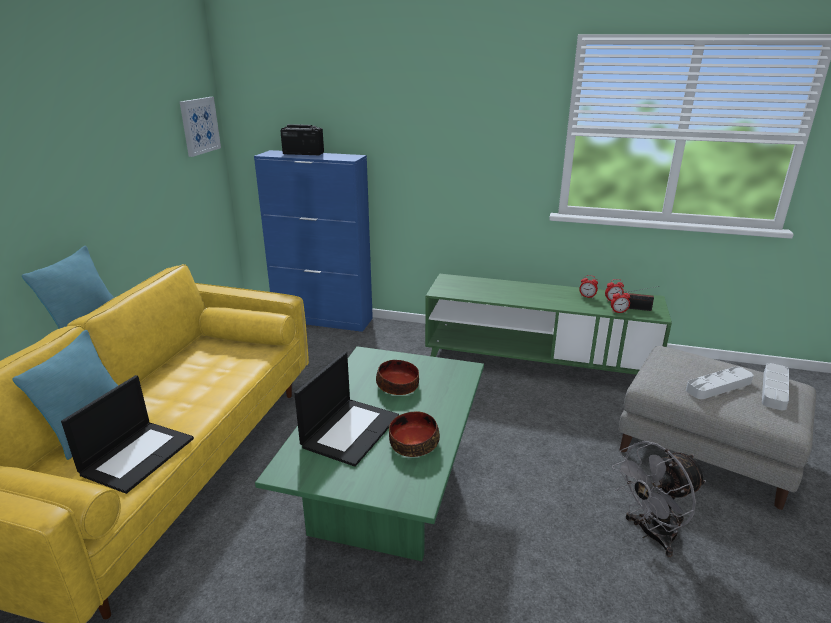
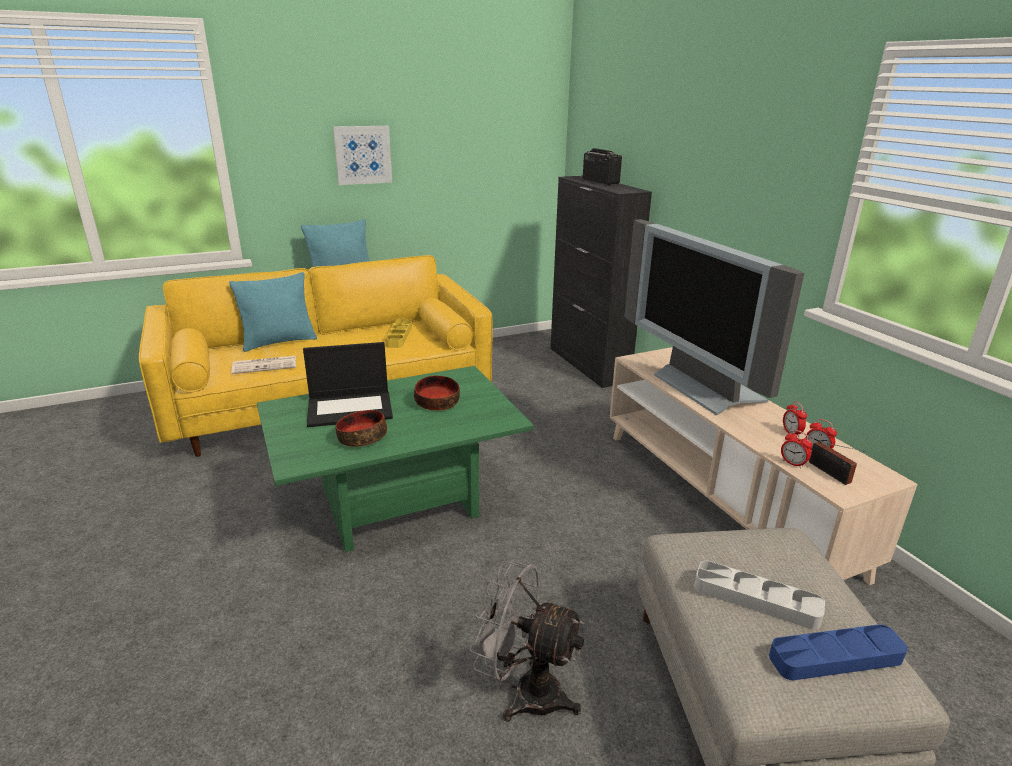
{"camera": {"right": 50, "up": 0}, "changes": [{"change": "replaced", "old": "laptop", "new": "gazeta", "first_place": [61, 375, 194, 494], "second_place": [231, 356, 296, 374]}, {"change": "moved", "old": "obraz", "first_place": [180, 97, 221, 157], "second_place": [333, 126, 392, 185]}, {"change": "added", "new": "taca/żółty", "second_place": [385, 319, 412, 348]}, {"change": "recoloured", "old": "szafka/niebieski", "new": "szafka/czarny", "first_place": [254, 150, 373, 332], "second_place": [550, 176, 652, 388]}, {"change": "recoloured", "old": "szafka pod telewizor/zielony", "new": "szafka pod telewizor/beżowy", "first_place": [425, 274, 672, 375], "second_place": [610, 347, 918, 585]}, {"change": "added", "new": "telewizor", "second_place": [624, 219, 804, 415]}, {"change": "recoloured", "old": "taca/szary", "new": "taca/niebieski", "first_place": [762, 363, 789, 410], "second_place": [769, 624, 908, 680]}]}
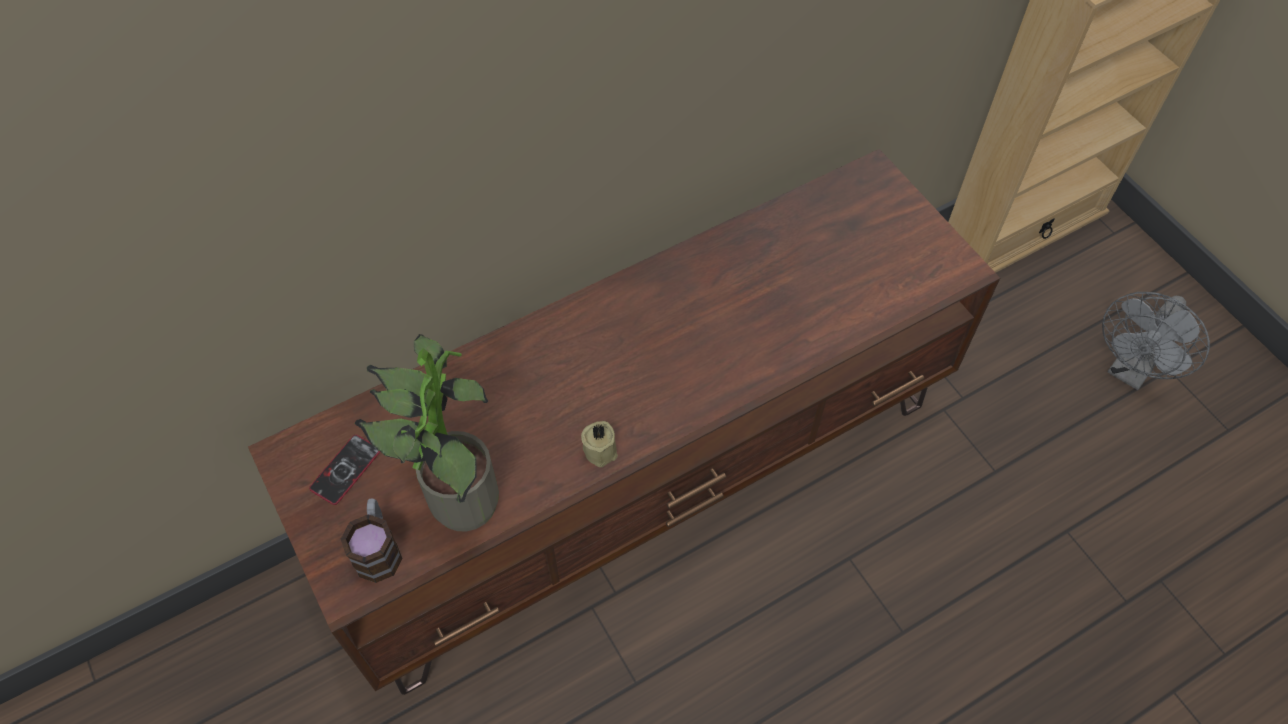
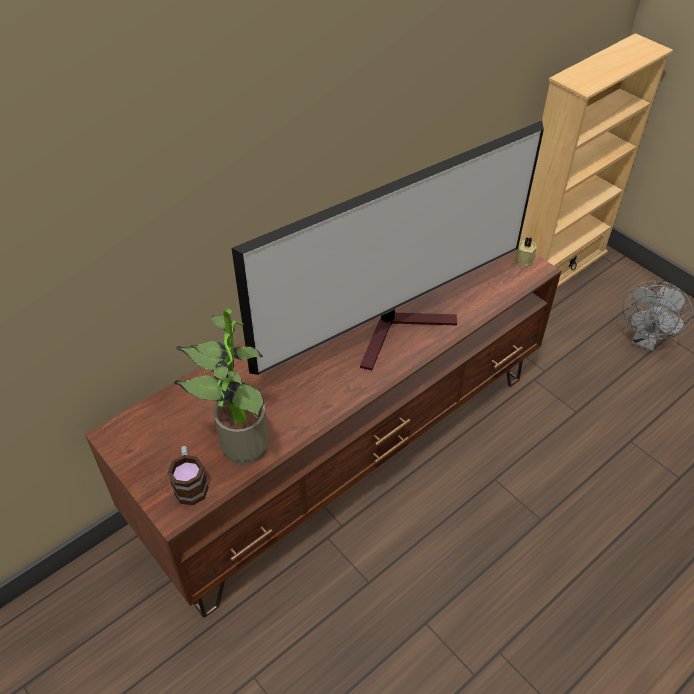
{"camera": {"right": -10, "up": -10}, "changes": [{"change": "added", "new": "telewizor", "second_place": [231, 121, 544, 375]}, {"change": "moved", "old": "świeca/beżowy", "first_place": [581, 421, 618, 467], "second_place": [514, 237, 537, 267]}, {"change": "removed", "old": "telefon", "first_place": [309, 435, 380, 505]}]}
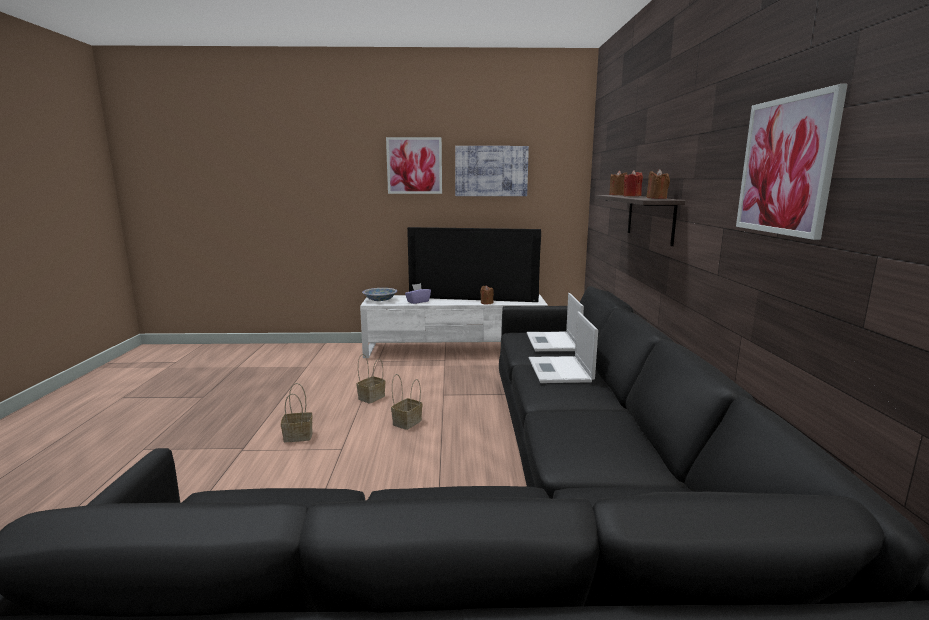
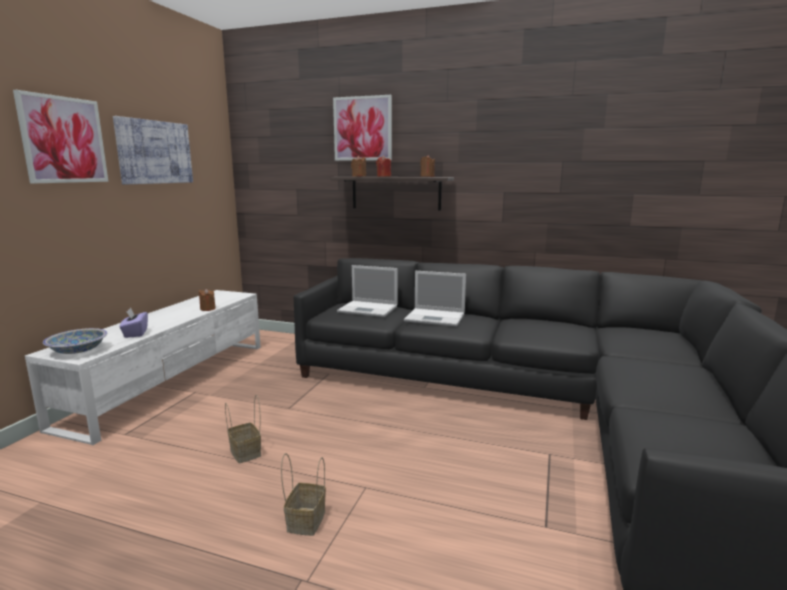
{"camera": {"right": -70, "up": 0}, "changes": [{"change": "moved", "old": "obraz", "first_place": [736, 84, 848, 240], "second_place": [333, 95, 392, 161]}, {"change": "removed", "old": "koszyk", "first_place": [391, 374, 422, 430]}, {"change": "removed", "old": "telewizor", "first_place": [407, 227, 541, 302]}]}
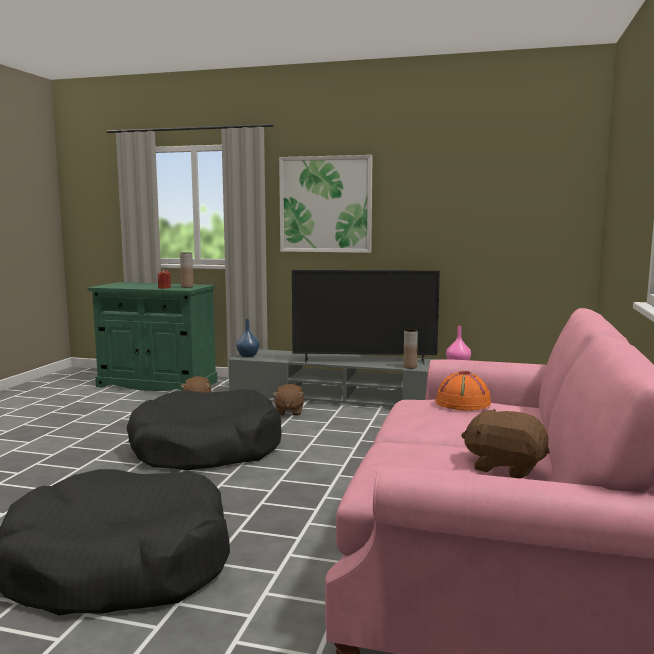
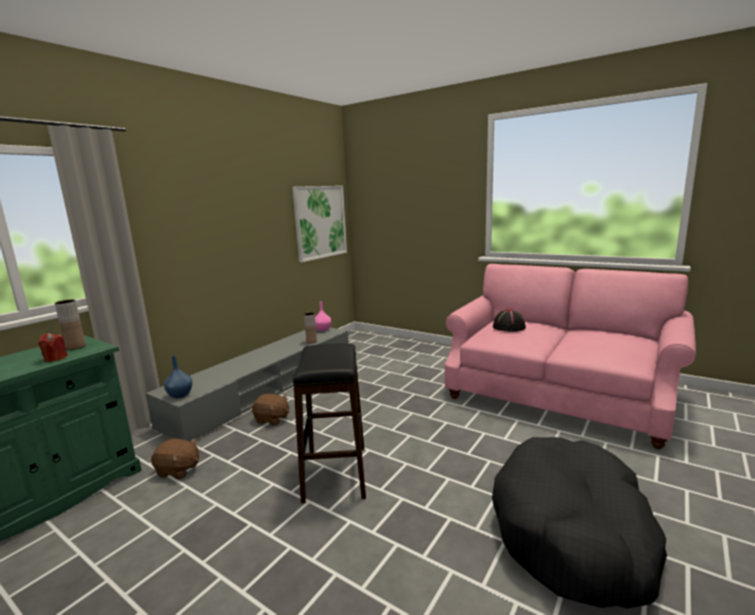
{"camera": {"right": -70, "up": 5}, "changes": [{"change": "moved", "old": "obraz", "first_place": [279, 155, 373, 253], "second_place": [292, 186, 347, 262]}, {"change": "replaced", "old": "legowisko/czarny", "new": "stołek/czarny", "first_place": [126, 389, 282, 470], "second_place": [293, 343, 366, 503]}, {"change": "recoloured", "old": "kapelusz/pomarańczowy", "new": "kapelusz/czarny", "first_place": [435, 371, 491, 411], "second_place": [493, 309, 526, 332]}, {"change": "removed", "old": "telewizor", "first_place": [292, 270, 440, 364]}, {"change": "removed", "old": "pluszak/brązowy", "first_place": [461, 409, 550, 479]}]}
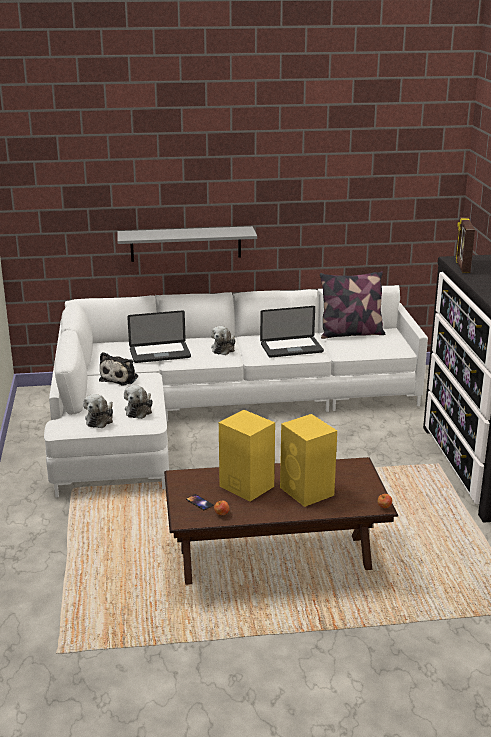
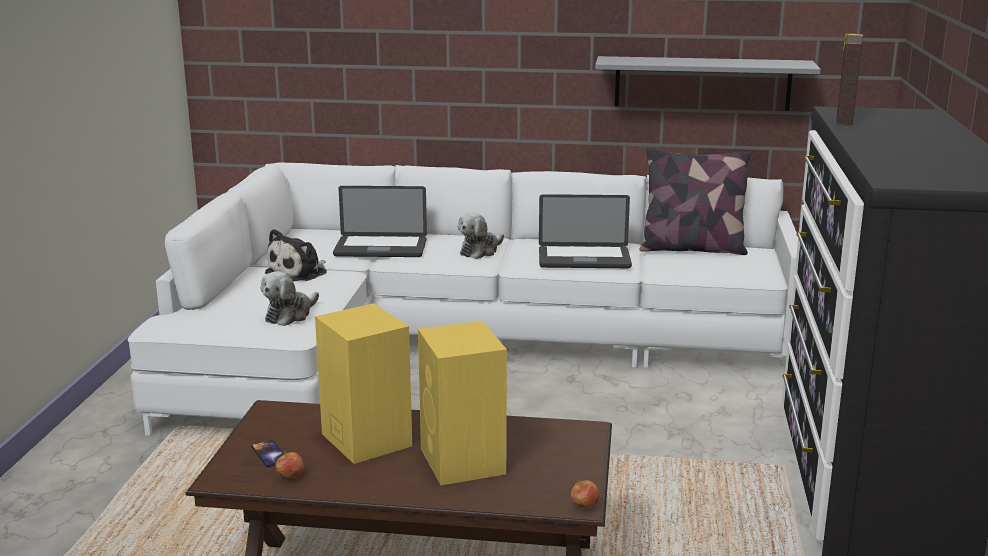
{"camera": {"right": 15, "up": -5}, "changes": [{"change": "moved", "old": "półka/szary", "first_place": [117, 226, 257, 262], "second_place": [595, 56, 821, 111]}, {"change": "removed", "old": "pluszak", "first_place": [83, 394, 113, 428]}]}
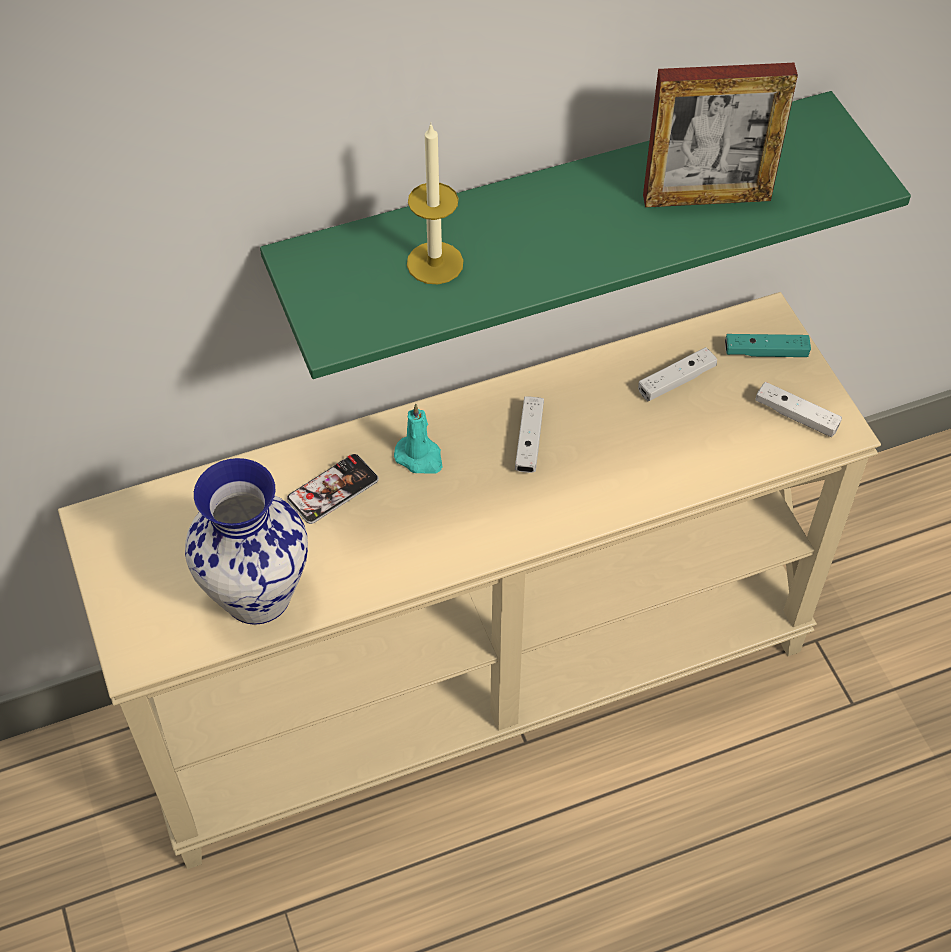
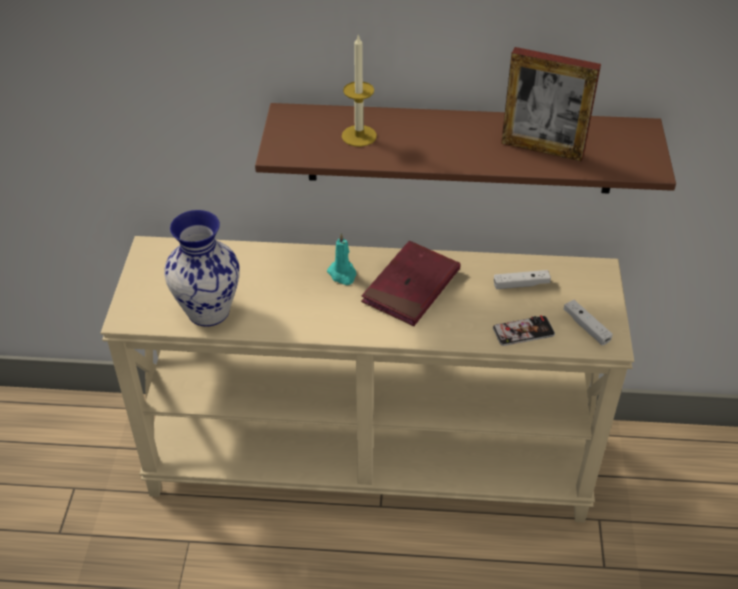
{"camera": {"right": 25, "up": -10}, "changes": [{"change": "recoloured", "old": "półka/zielony", "new": "półka/brązowy", "first_place": [260, 91, 911, 379], "second_place": [255, 103, 676, 194]}, {"change": "replaced", "old": "pad do gier/biały", "new": "książka/czerwony", "first_place": [515, 396, 544, 473], "second_place": [361, 241, 461, 326]}, {"change": "moved", "old": "telefon", "first_place": [287, 454, 379, 524], "second_place": [493, 315, 555, 346]}, {"change": "removed", "old": "pad do gier/turkusowy", "first_place": [725, 334, 811, 357]}]}
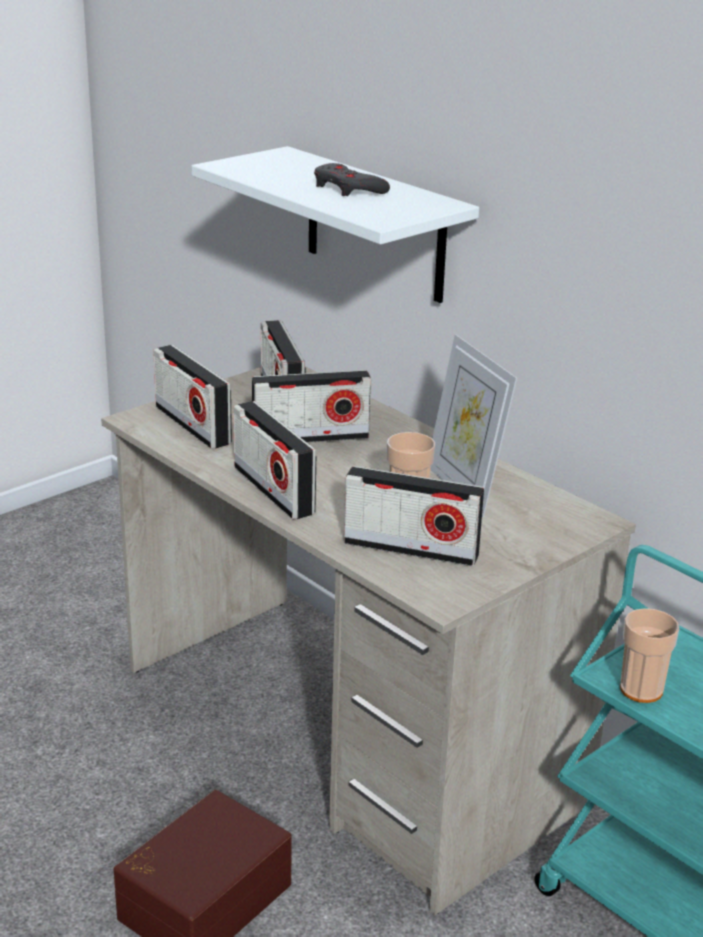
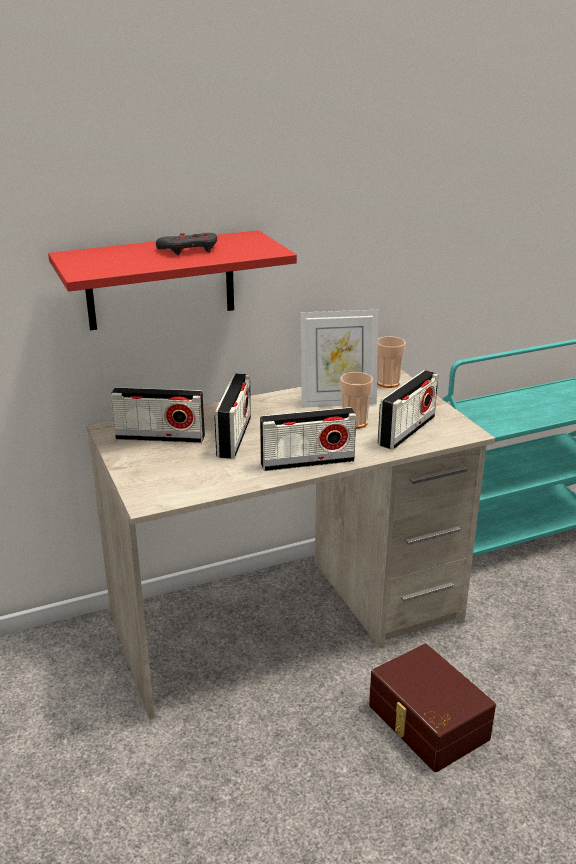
{"camera": {"right": -70, "up": 0}, "changes": [{"change": "recoloured", "old": "półka/biały", "new": "półka/czerwony", "first_place": [191, 146, 479, 303], "second_place": [48, 230, 297, 330]}, {"change": "moved", "old": "filiżanka", "first_place": [620, 608, 679, 703], "second_place": [377, 336, 406, 388]}, {"change": "removed", "old": "radio", "first_place": [153, 345, 232, 449]}]}
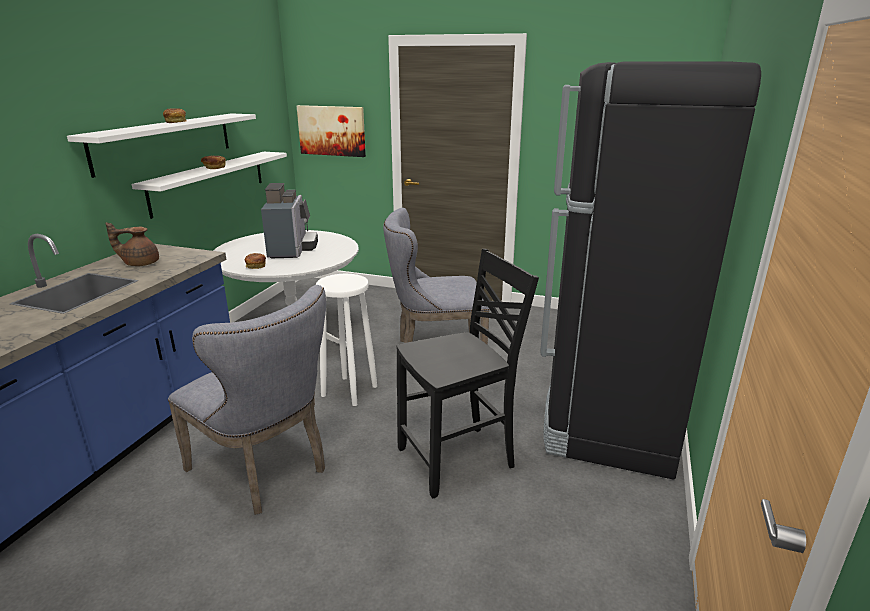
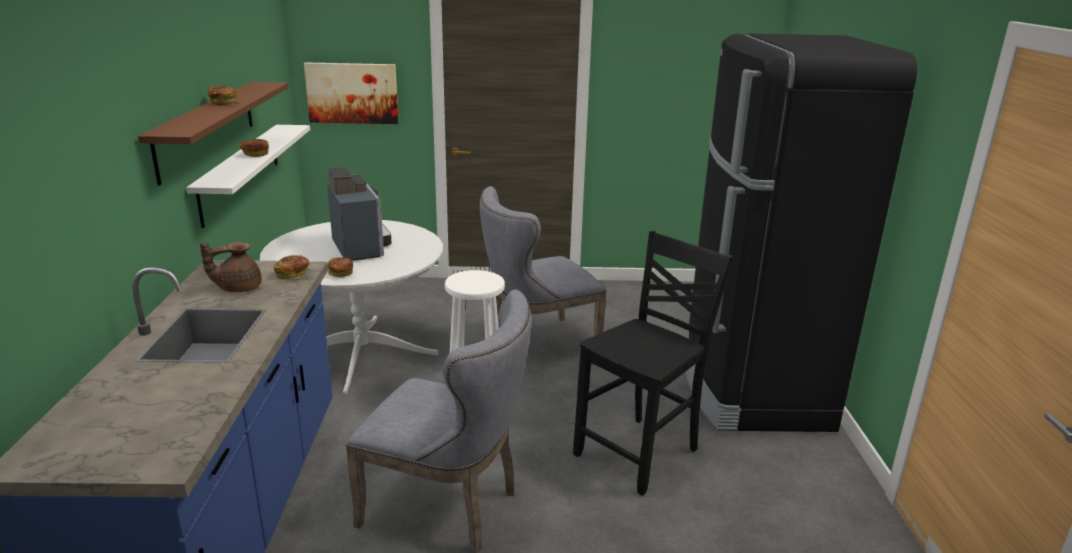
{"camera": {"right": -20, "up": 0}, "changes": [{"change": "recoloured", "old": "półka/biały", "new": "półka/brązowy", "first_place": [67, 113, 256, 178], "second_place": [138, 82, 289, 186]}, {"change": "added", "new": "chleb", "second_place": [274, 255, 309, 279]}]}
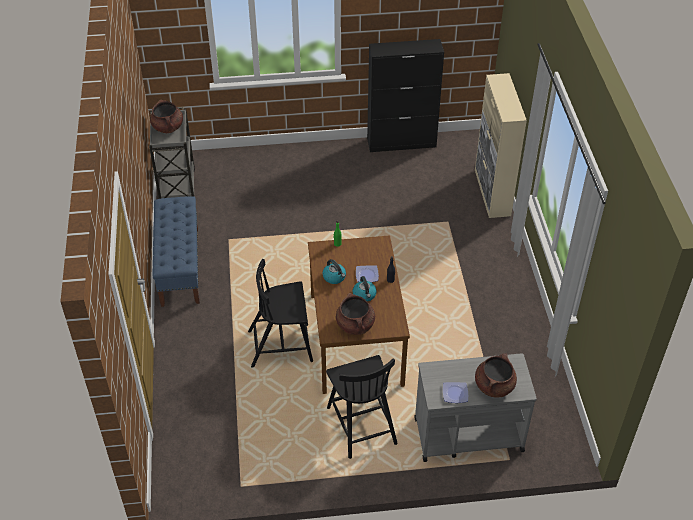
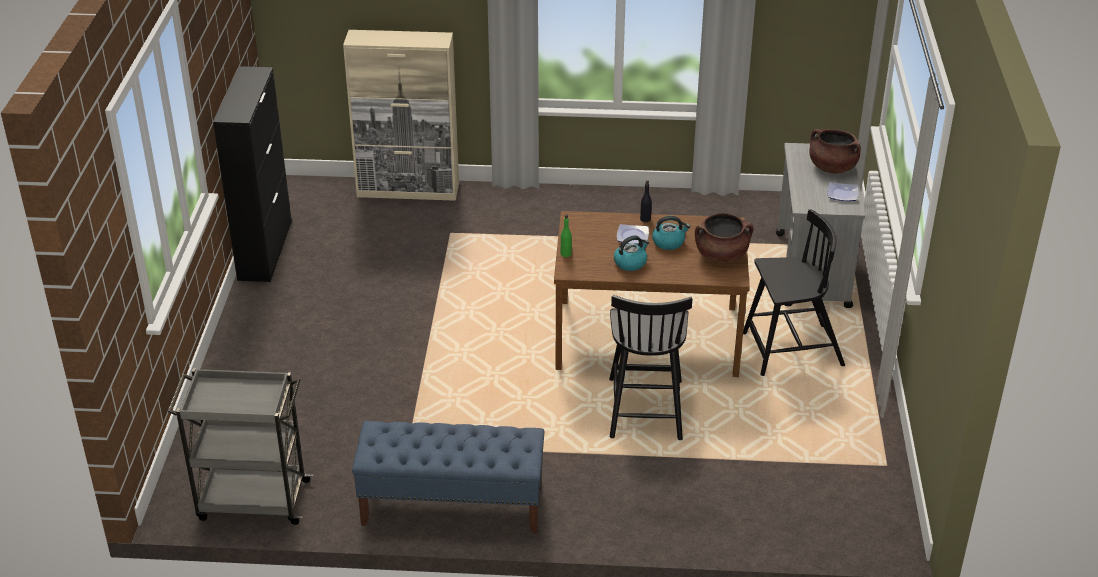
{"camera": {"right": -80, "up": -10}, "changes": [{"change": "removed", "old": "garnek/brązowy", "first_place": [150, 100, 183, 133]}]}
